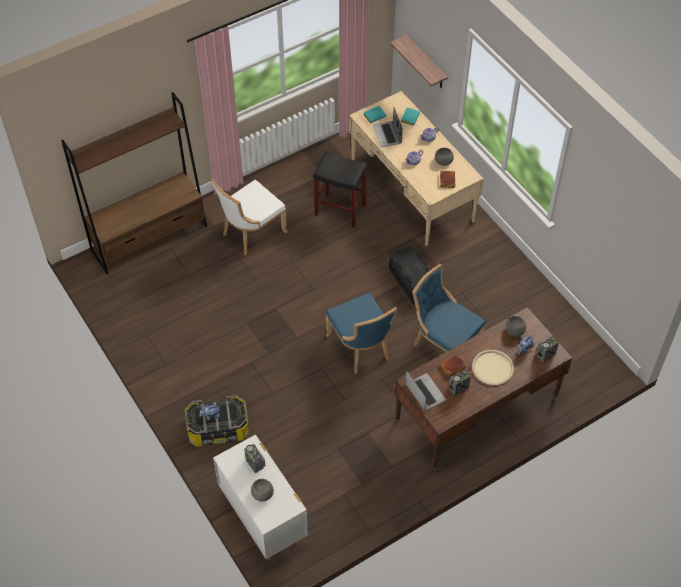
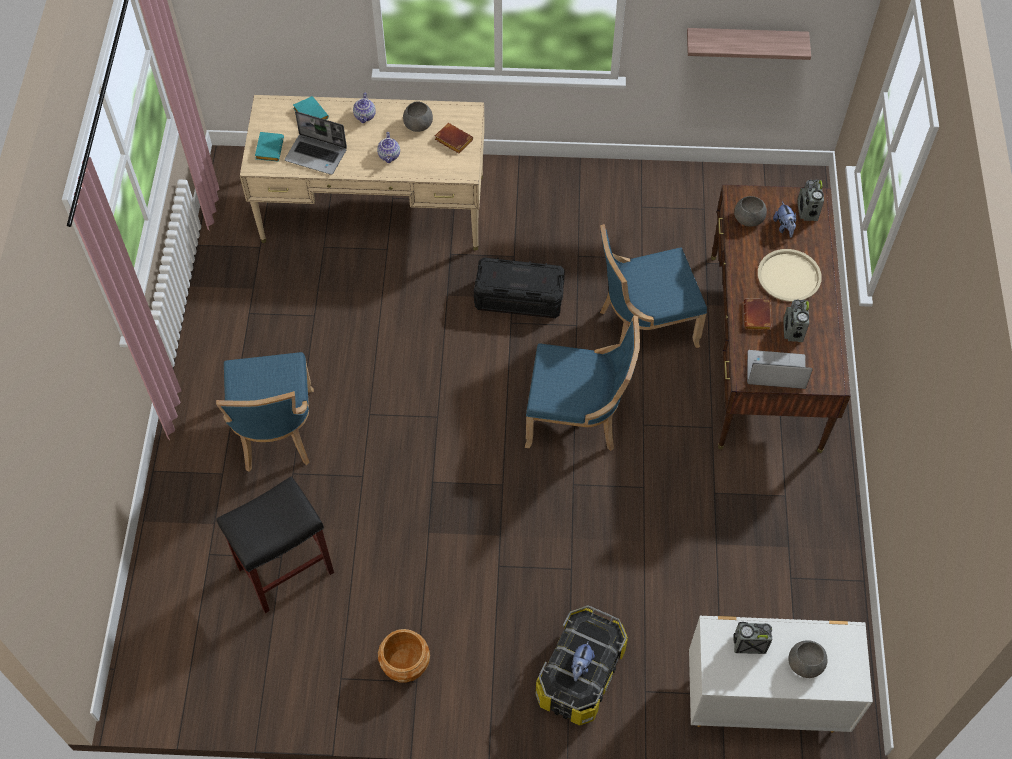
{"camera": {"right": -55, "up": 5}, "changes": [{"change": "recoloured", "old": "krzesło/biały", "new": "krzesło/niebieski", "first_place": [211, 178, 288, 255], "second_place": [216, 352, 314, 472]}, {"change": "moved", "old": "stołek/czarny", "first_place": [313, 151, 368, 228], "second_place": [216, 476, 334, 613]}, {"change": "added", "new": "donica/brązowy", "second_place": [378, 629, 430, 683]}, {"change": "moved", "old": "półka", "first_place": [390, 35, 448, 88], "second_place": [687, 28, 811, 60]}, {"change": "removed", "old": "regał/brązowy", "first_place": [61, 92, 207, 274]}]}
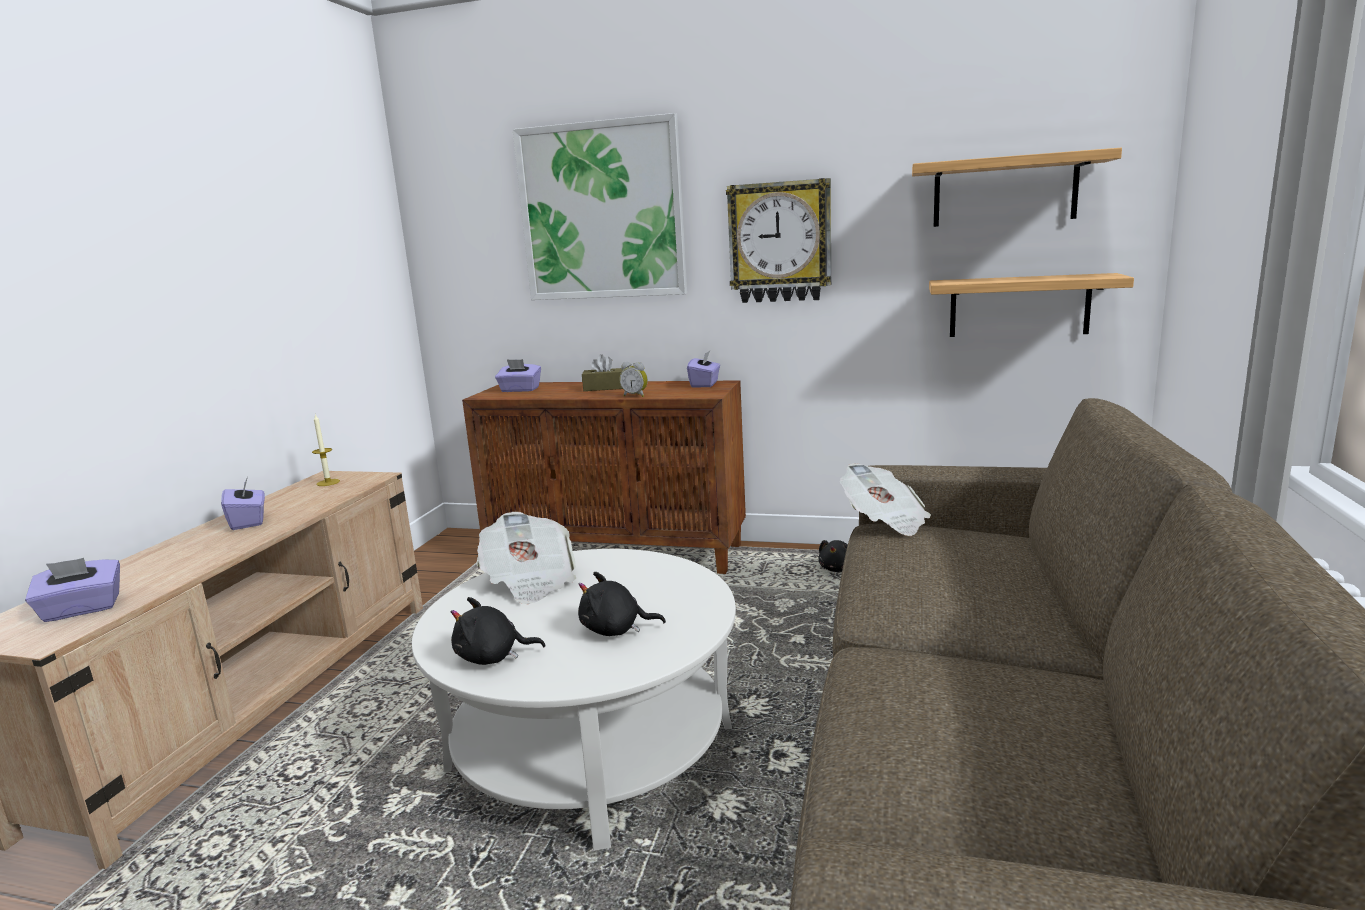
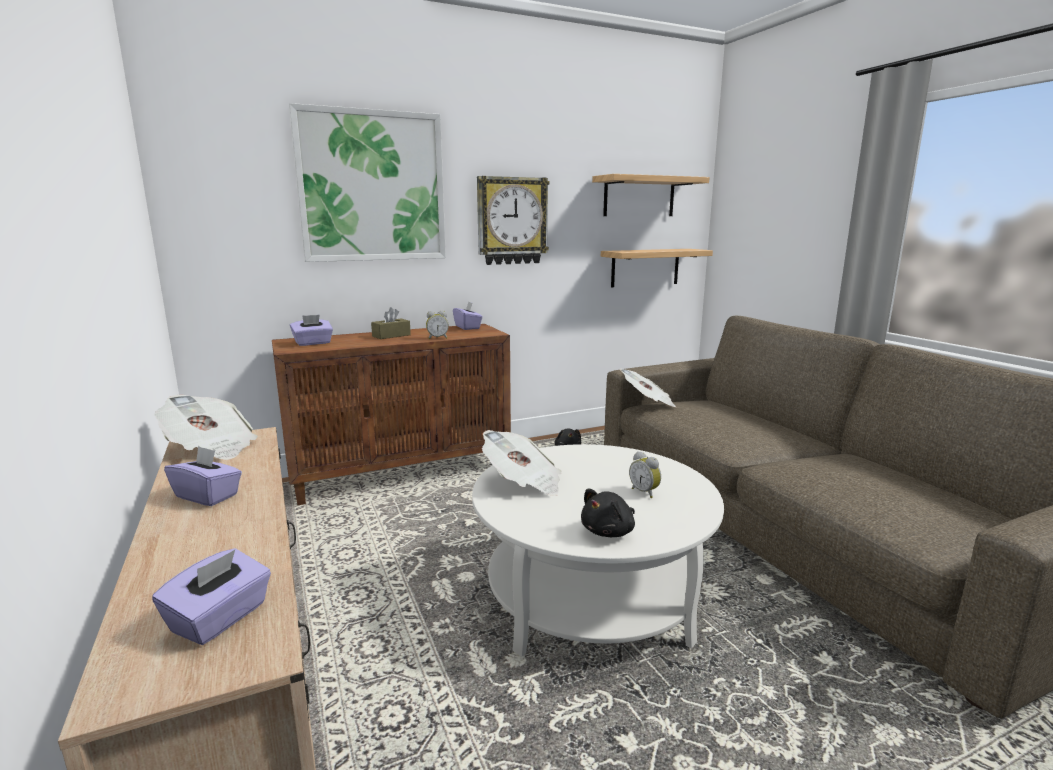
{"camera": {"right": -40, "up": 0}, "changes": [{"change": "replaced", "old": "świeca", "new": "gazeta", "first_place": [312, 415, 340, 486], "second_place": [154, 394, 258, 460]}, {"change": "replaced", "old": "pluszak/czarny", "new": "budzik", "first_place": [578, 572, 666, 636], "second_place": [629, 451, 661, 498]}]}
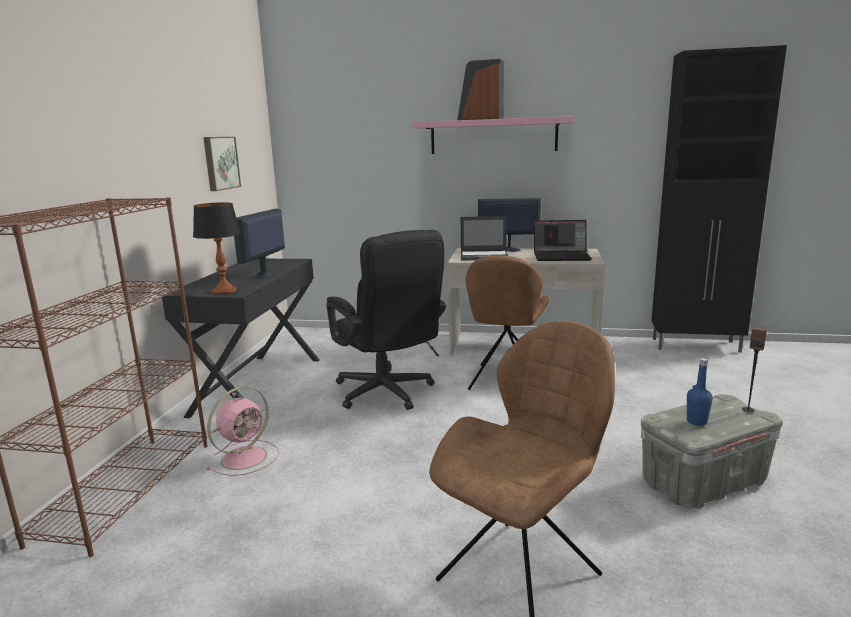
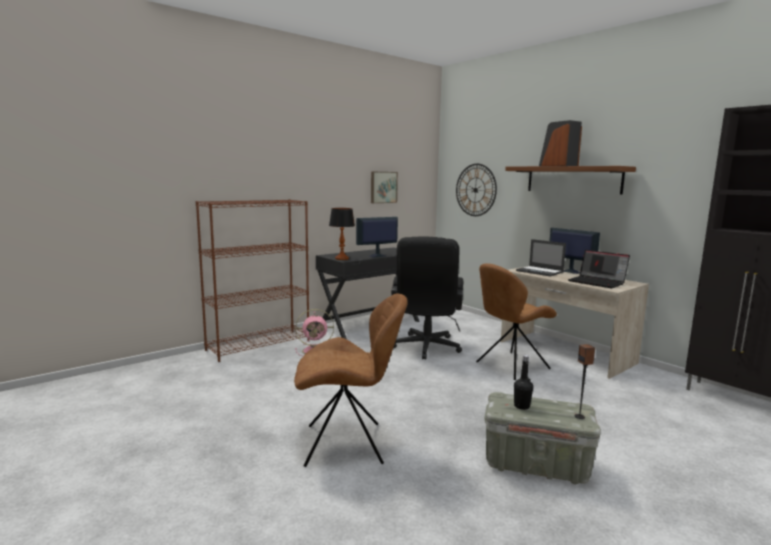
{"camera": {"right": 40, "up": -5}, "changes": [{"change": "added", "new": "zegar ścienny", "second_place": [456, 164, 497, 216]}, {"change": "recoloured", "old": "półka/różowy", "new": "półka/brązowy", "first_place": [412, 116, 573, 154], "second_place": [505, 166, 636, 195]}, {"change": "recoloured", "old": "butelka/niebieski", "new": "butelka/czarny", "first_place": [687, 358, 713, 426], "second_place": [514, 355, 533, 410]}]}
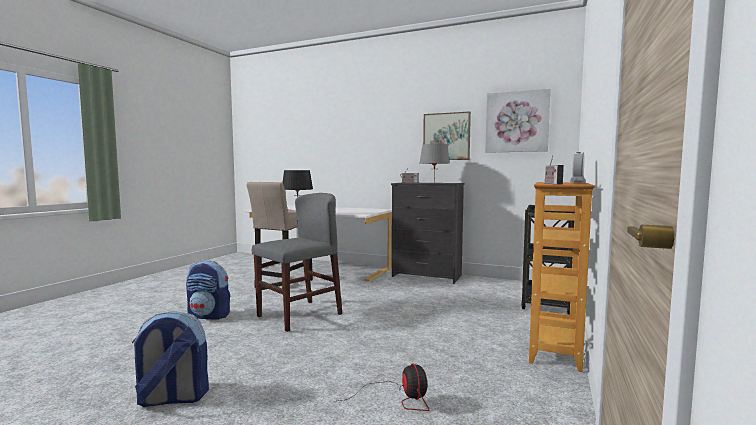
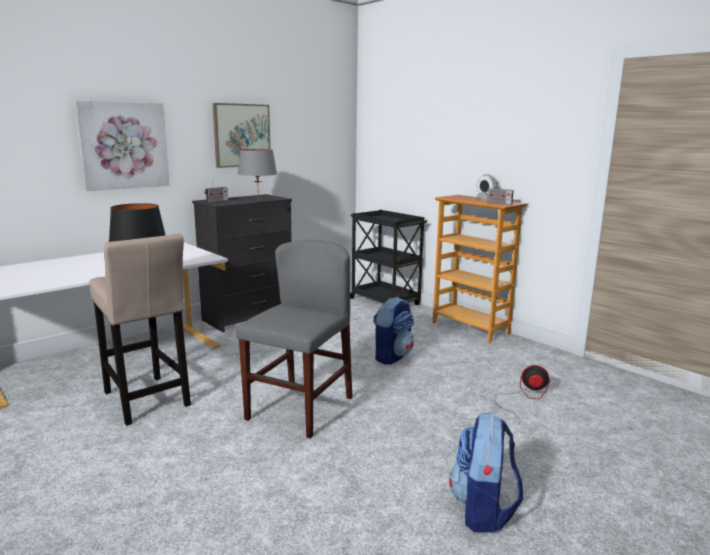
{"camera": {"right": -65, "up": 10}, "changes": [{"change": "moved", "old": "obraz", "first_place": [485, 89, 550, 153], "second_place": [74, 100, 170, 191]}, {"change": "turned", "old": "krzesło/szary", "first_place": [252, 193, 342, 332], "second_place": [236, 240, 352, 438], "degrees": 45}, {"change": "moved", "old": "plecak", "first_place": [186, 260, 230, 320], "second_place": [373, 297, 414, 365]}]}
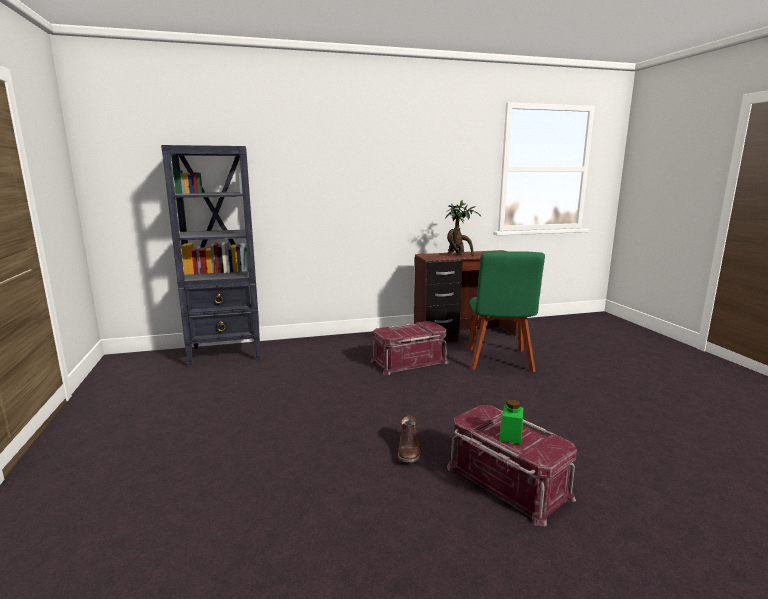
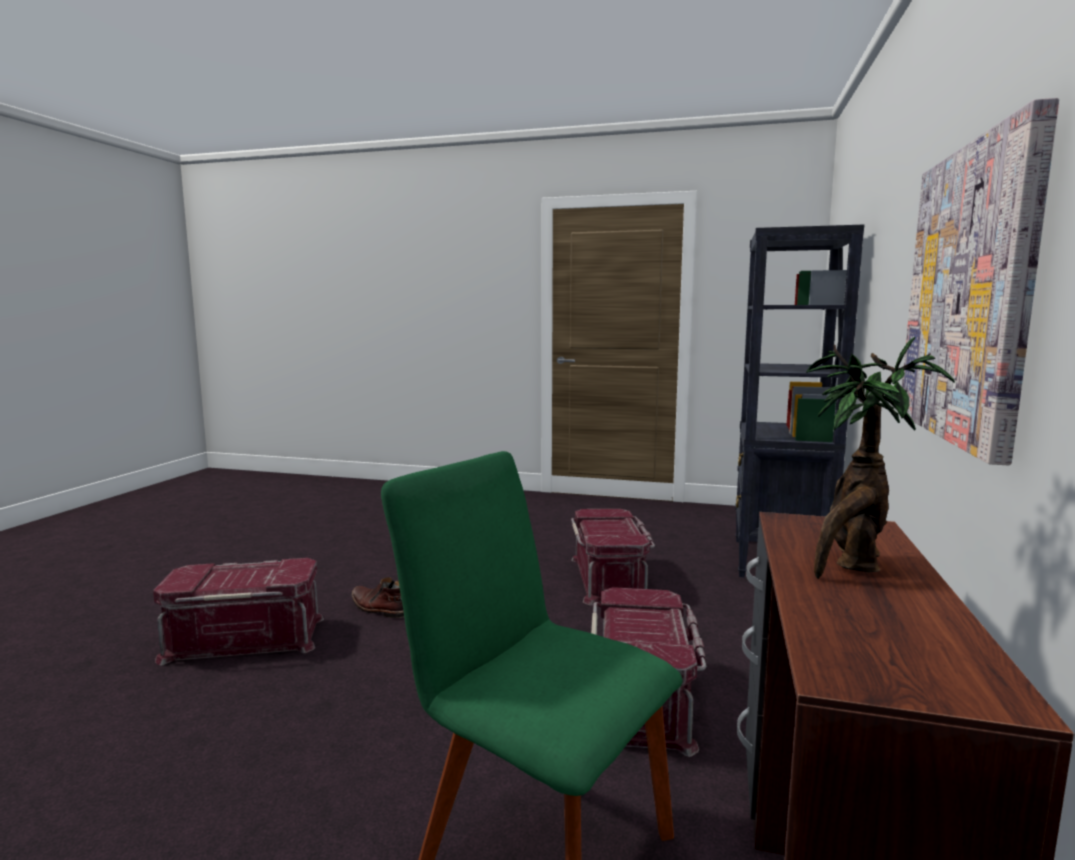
{"camera": {"right": 120, "up": -5}, "changes": [{"change": "added", "new": "pojemnik do przechowywania/czerwony", "second_place": [571, 509, 655, 606]}, {"change": "added", "new": "obraz", "second_place": [902, 98, 1059, 466]}, {"change": "removed", "old": "słoik/zielony", "first_place": [499, 400, 523, 444]}]}
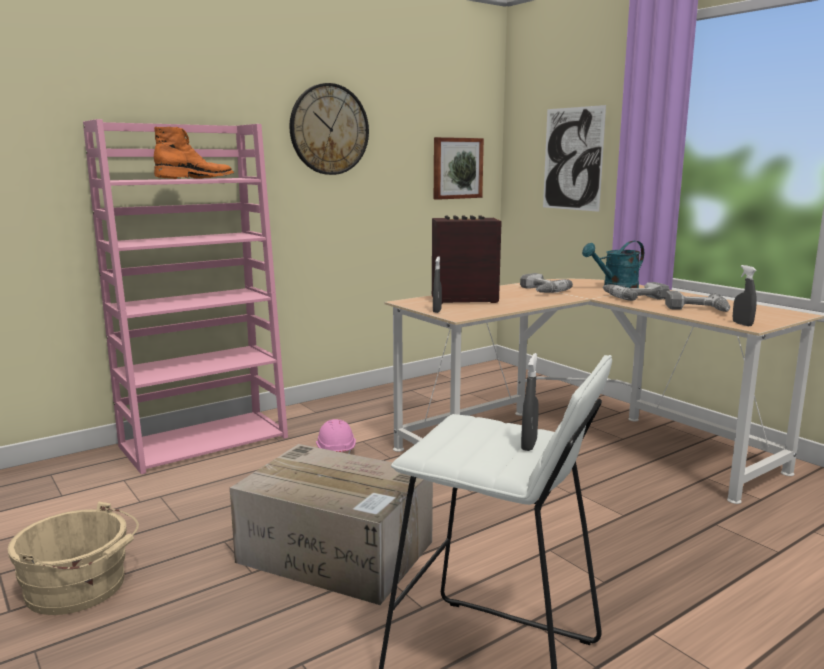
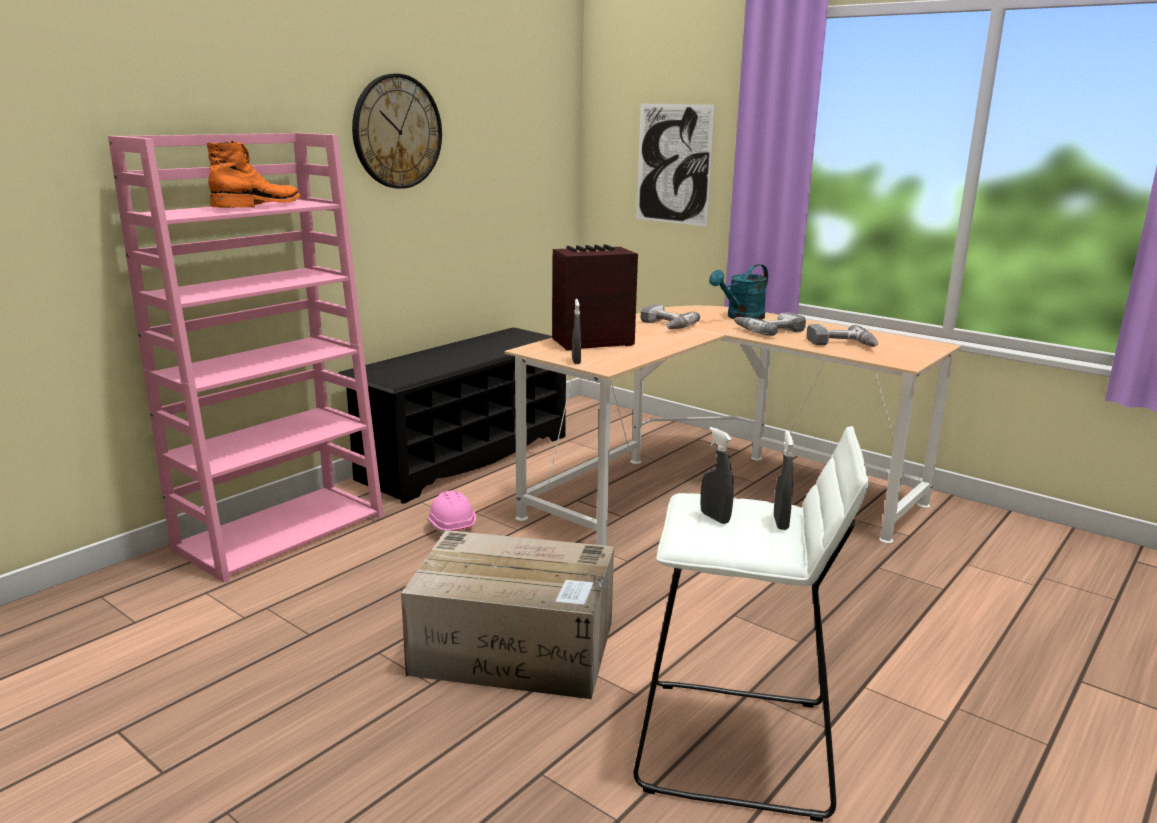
{"camera": {"right": -15, "up": 5}, "changes": [{"change": "added", "new": "regał na buty/czarny", "second_place": [337, 327, 566, 504]}, {"change": "moved", "old": "spryskiwacz/szary", "first_place": [733, 265, 757, 326], "second_place": [701, 427, 734, 524]}, {"change": "removed", "old": "wiadro/beżowy", "first_place": [8, 502, 139, 615]}, {"change": "removed", "old": "obraz", "first_place": [434, 137, 484, 200]}]}
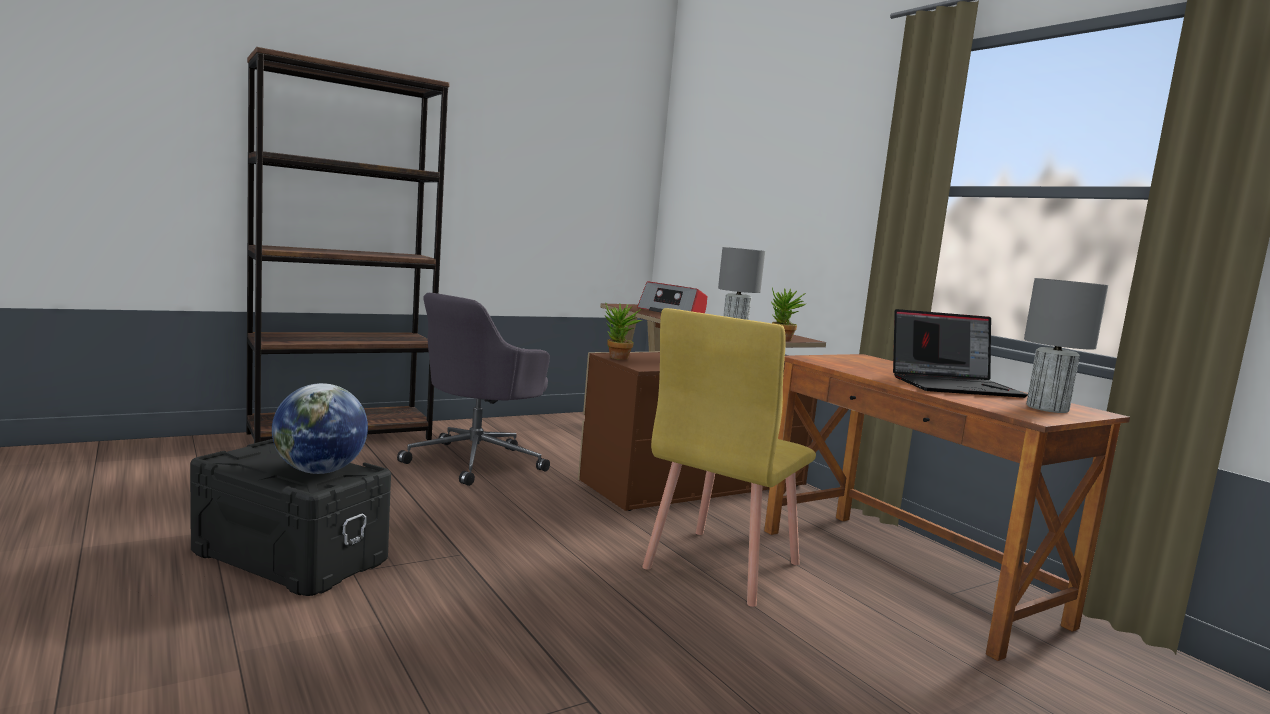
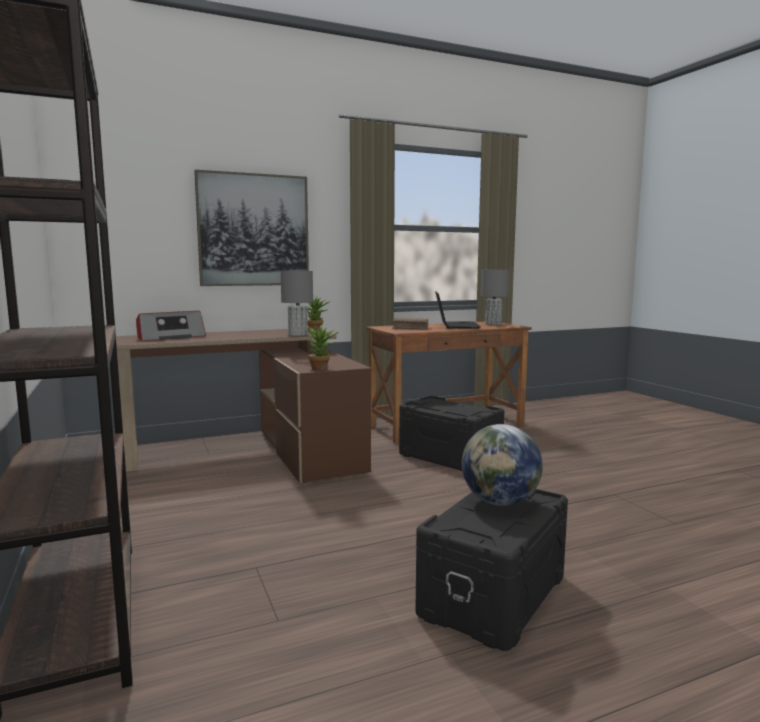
{"camera": {"right": -80, "up": 0}, "changes": [{"change": "added", "new": "obraz", "second_place": [194, 170, 309, 286]}, {"change": "added", "new": "książka/brązowy", "second_place": [392, 318, 429, 330]}, {"change": "replaced", "old": "krzesło/żółty", "new": "pojemnik do przechowywania/czarny", "first_place": [642, 308, 816, 607], "second_place": [399, 396, 504, 471]}, {"change": "removed", "old": "krzesło biurowe/szary", "first_place": [397, 293, 550, 486]}]}
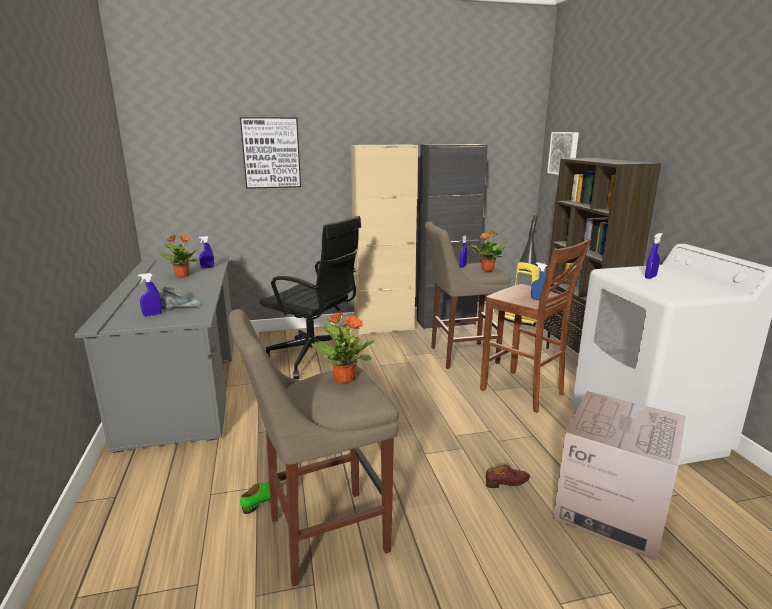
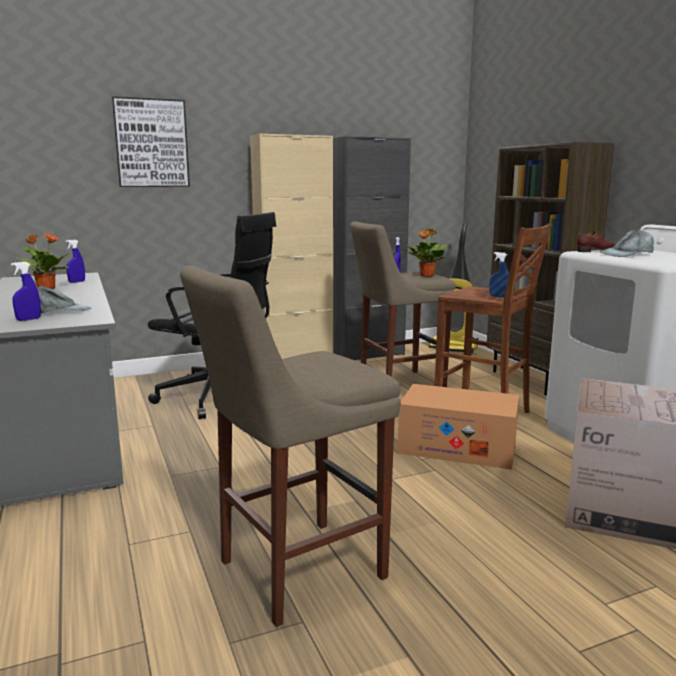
{"camera": {"right": -10, "up": -5}, "changes": [{"change": "added", "new": "karton", "second_place": [398, 384, 519, 470]}, {"change": "moved", "old": "but/brązowy", "first_place": [486, 464, 530, 488], "second_place": [577, 231, 615, 252]}, {"change": "replaced", "old": "spryskiwacz/niebieski", "new": "czapka z daszkiem/szary", "first_place": [645, 233, 663, 279], "second_place": [601, 229, 654, 257]}, {"change": "removed", "old": "but/zielony", "first_place": [240, 481, 283, 514]}, {"change": "removed", "old": "roślina doniczkowa", "first_place": [311, 312, 375, 384]}, {"change": "removed", "old": "obraz", "first_place": [547, 132, 579, 175]}]}
